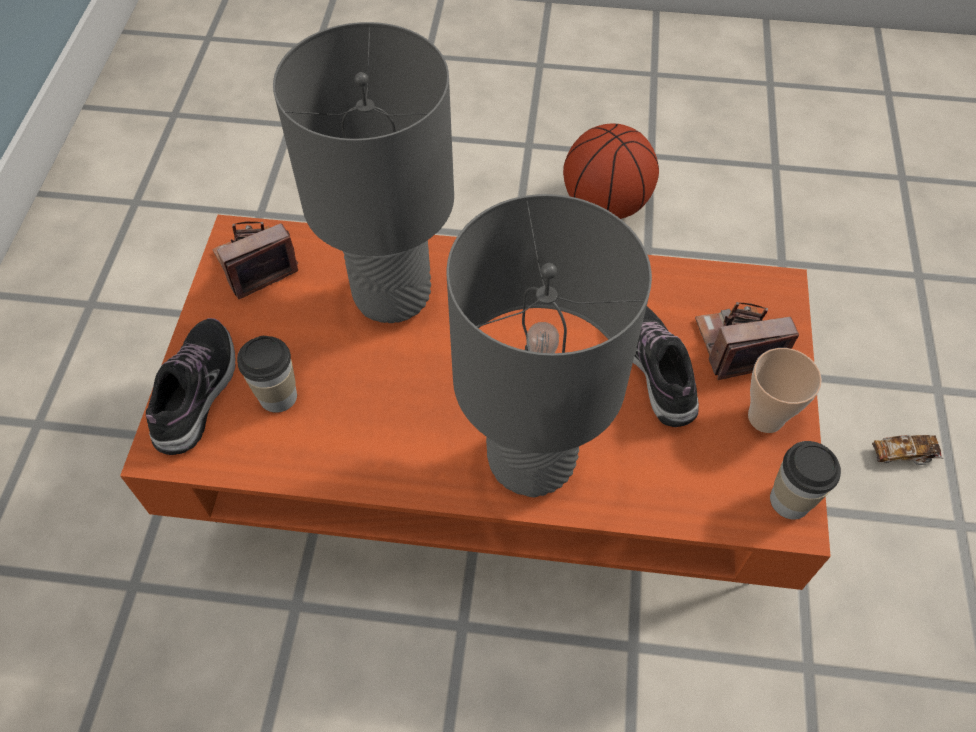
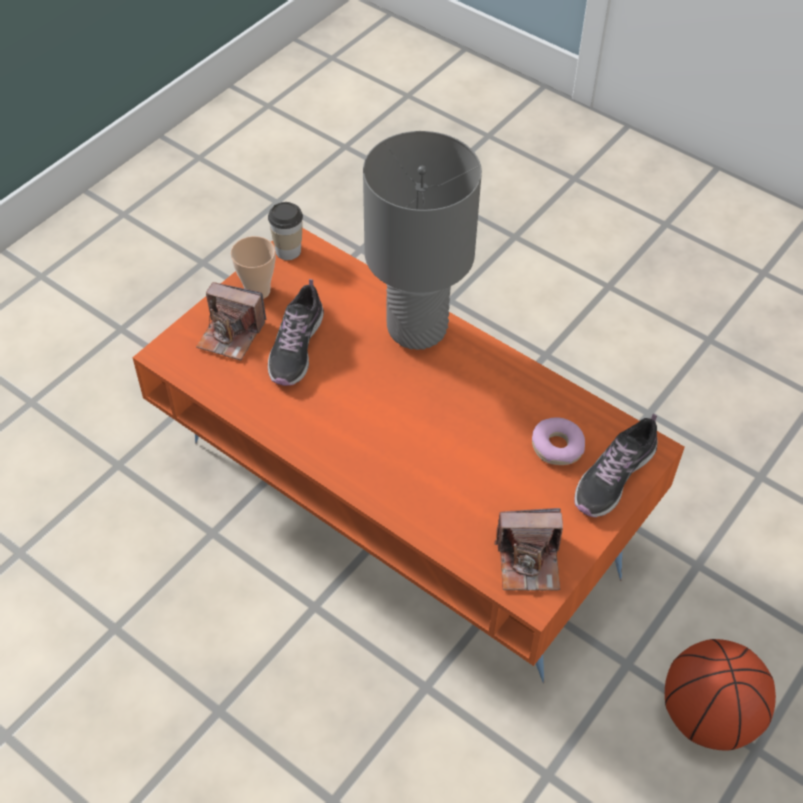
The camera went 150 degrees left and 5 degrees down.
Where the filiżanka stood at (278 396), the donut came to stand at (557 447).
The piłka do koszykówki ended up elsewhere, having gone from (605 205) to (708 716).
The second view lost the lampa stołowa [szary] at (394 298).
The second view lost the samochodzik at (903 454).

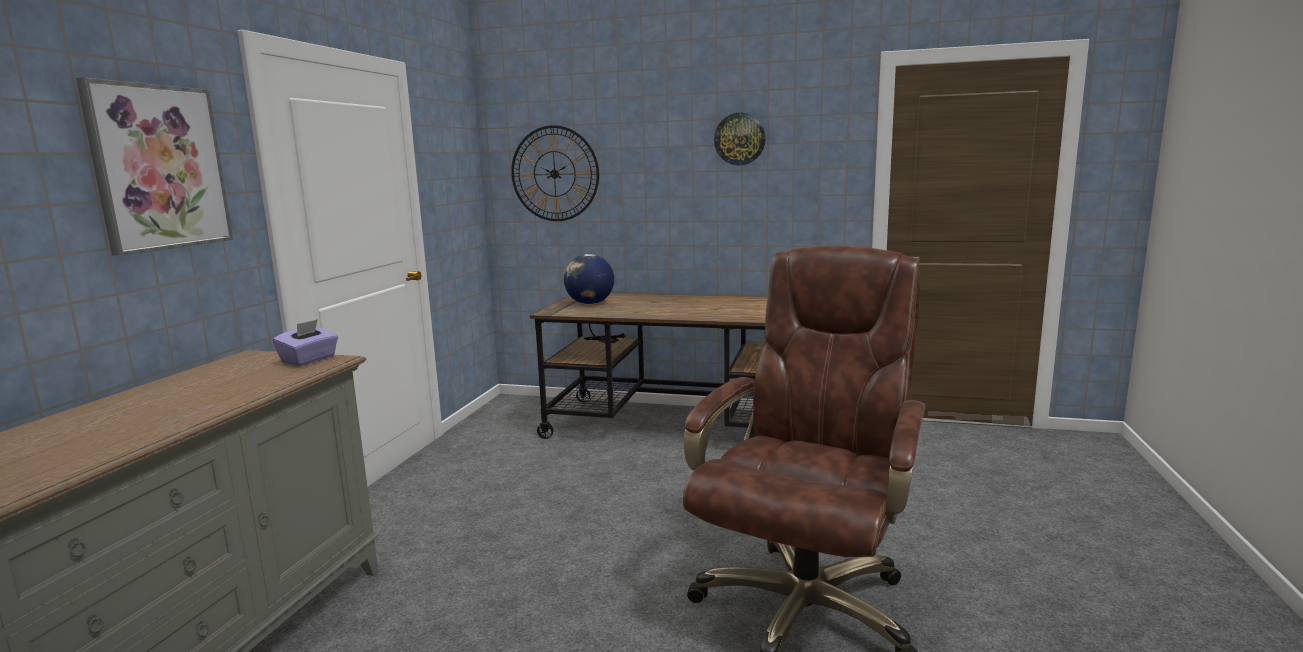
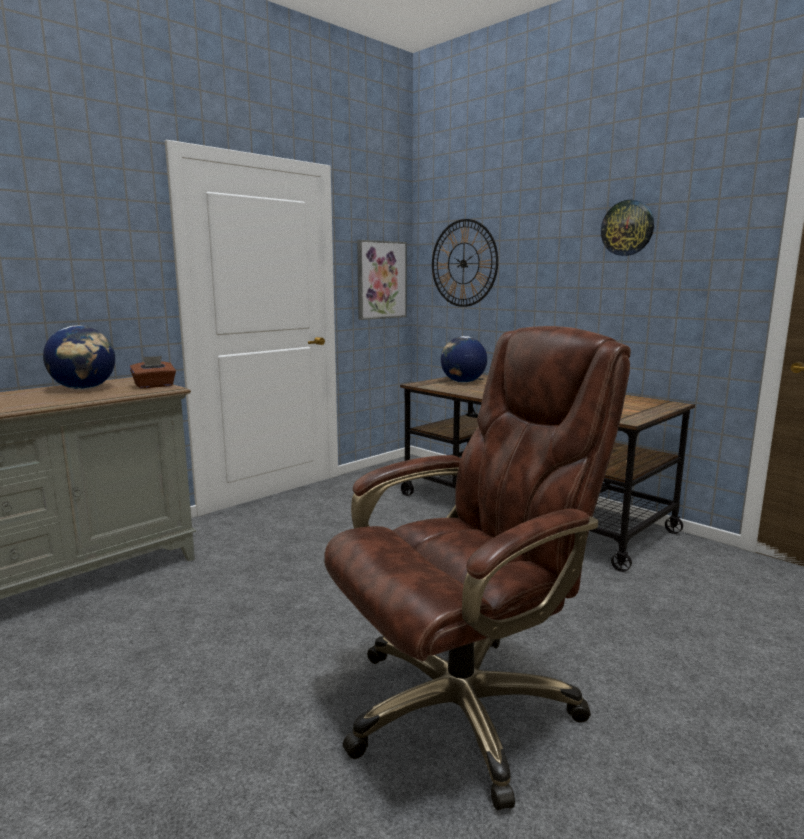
The camera went 30 degrees right and 0 degrees up.
The second view gained the globus at (84 389).
What was the pudełko chusteczek [fioletowy] at (309 360) turned into the pudełko chusteczek [brązowy] at (154 386).
The obraz ended up elsewhere, having gone from (158 167) to (381 280).

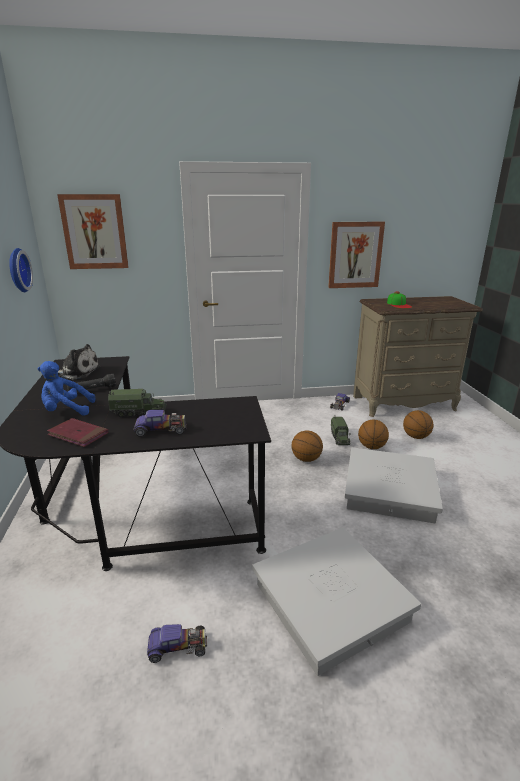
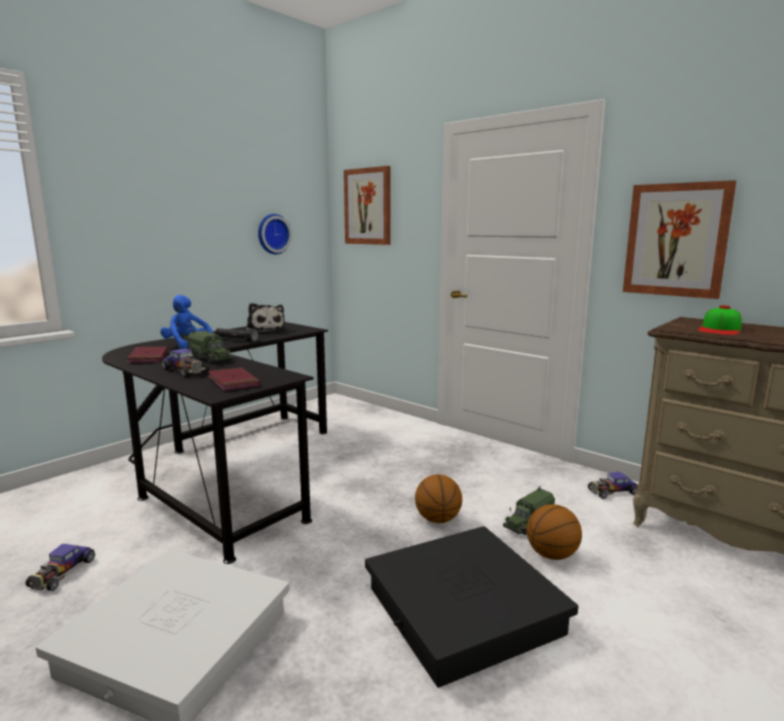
The camera went 50 degrees right and 10 degrees down.
The samochodzik at (178 646) ended up facing another way, 60 degrees clockwise from before.
The second view gained the książka [czerwony] at (233 382).
What was the pojemnik do przechowywania [biały] at (389 490) turned into the pojemnik do przechowywania [czarny] at (463 609).
The second view lost the piłka do koszykówki at (416 436).

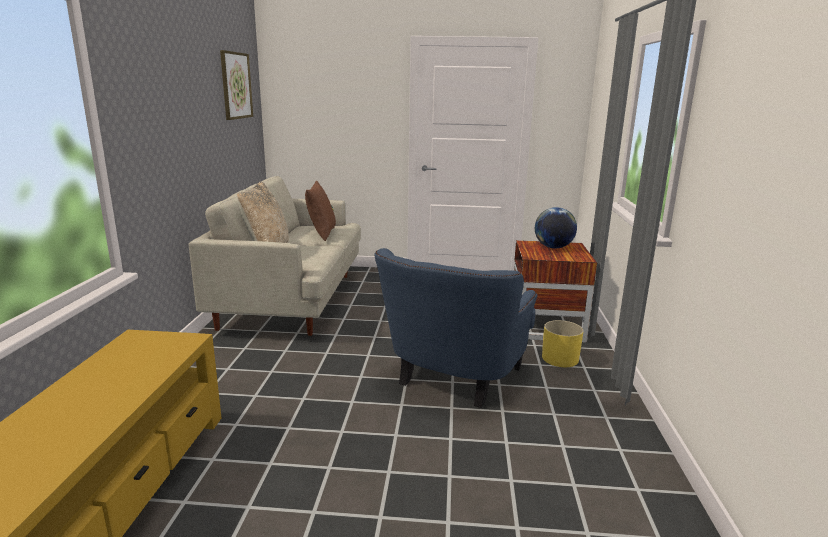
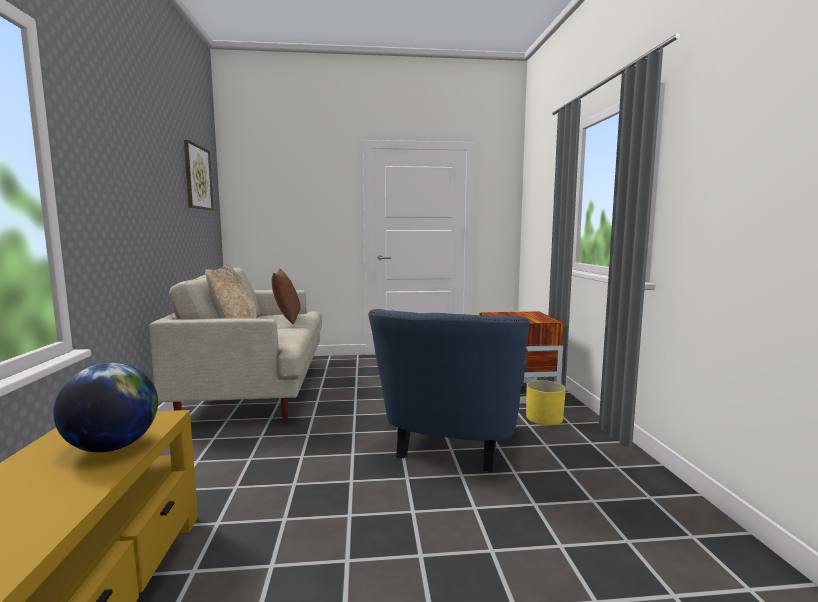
The camera went 10 degrees left and 10 degrees down.
The globus ended up elsewhere, having gone from (553 247) to (112 447).

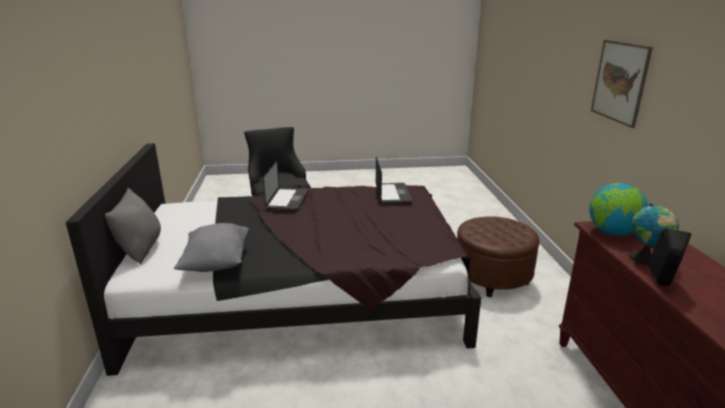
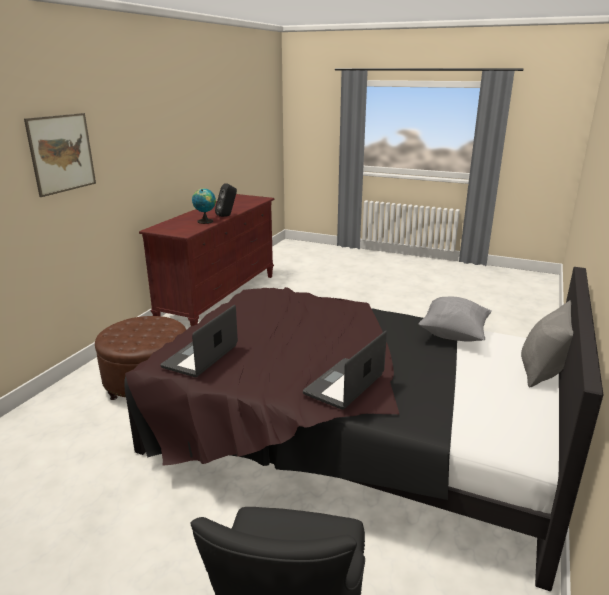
The camera went 150 degrees left and 0 degrees up.
The second view lost the globus at (612 232).

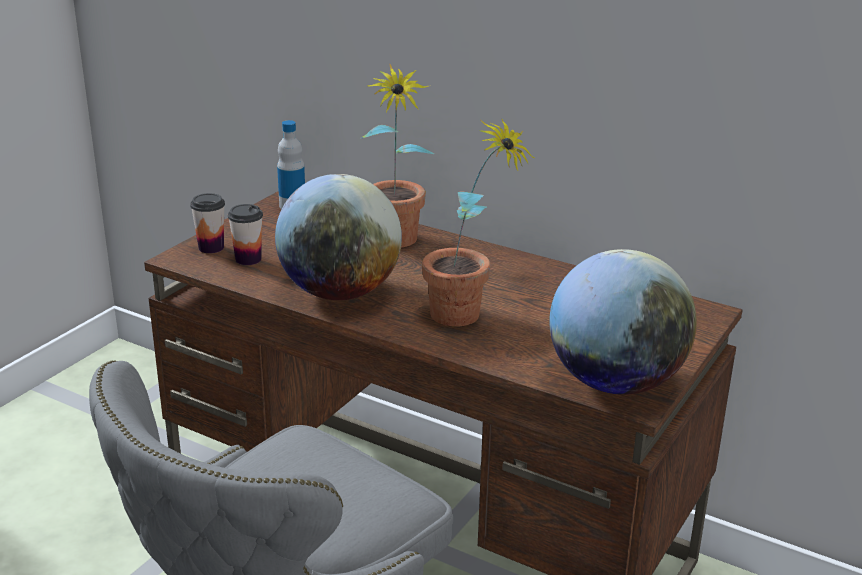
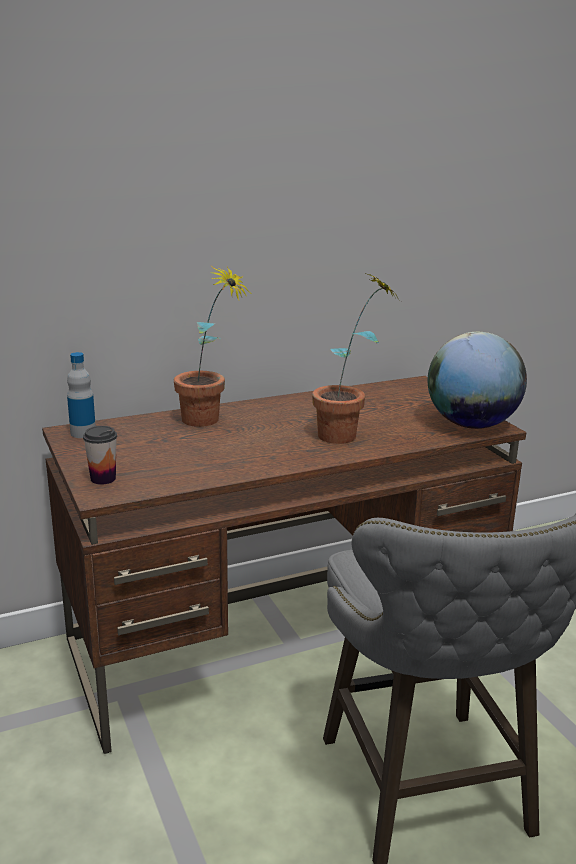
The camera went 55 degrees left and 5 degrees down.
The second view lost the filiżanka at (248 259).
The second view lost the globus at (340 292).

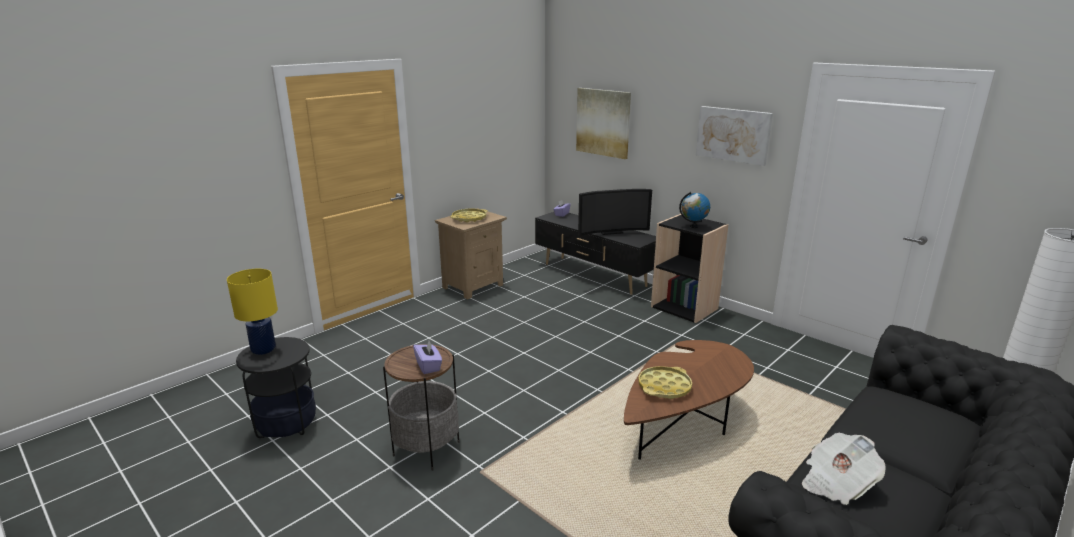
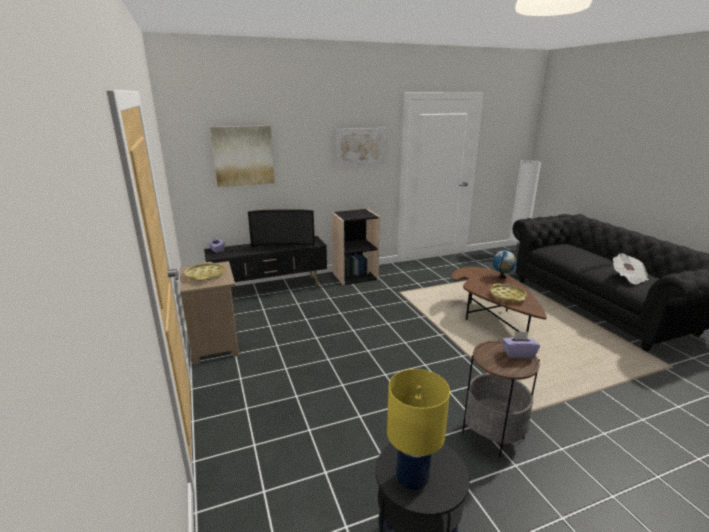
The camera went 65 degrees left and 0 degrees up.
The telewizor at (610 232) ended up facing another way, 75 degrees clockwise from before.
The globus ended up elsewhere, having gone from (693 226) to (502 277).

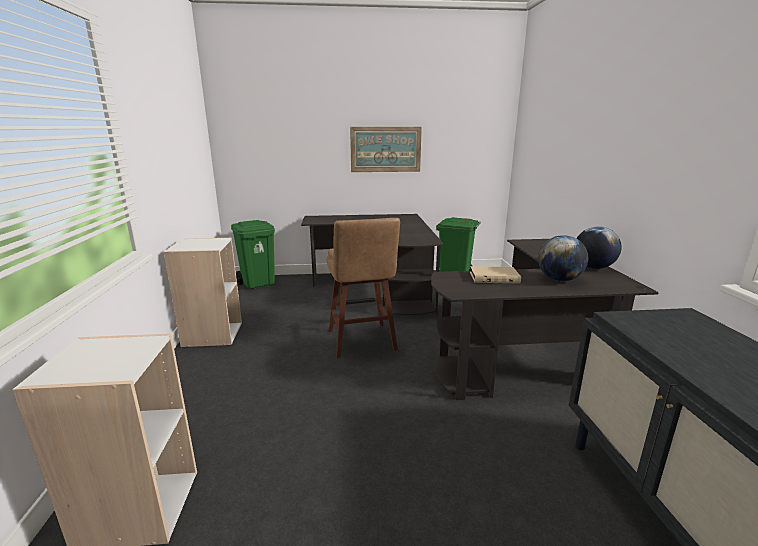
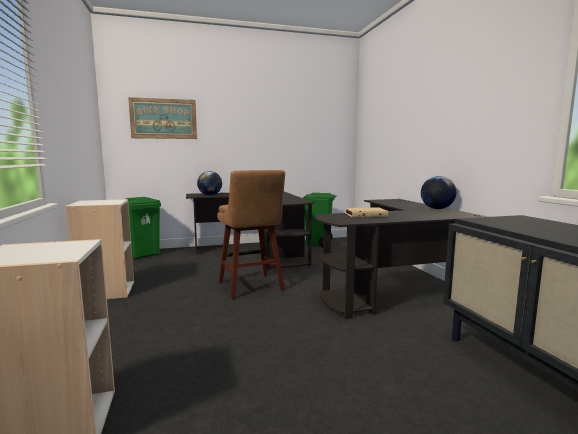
The camera went 10 degrees left and 10 degrees down.
The obraz ended up elsewhere, having gone from (385 149) to (163 119).
The globus ended up elsewhere, having gone from (559 279) to (210 195).

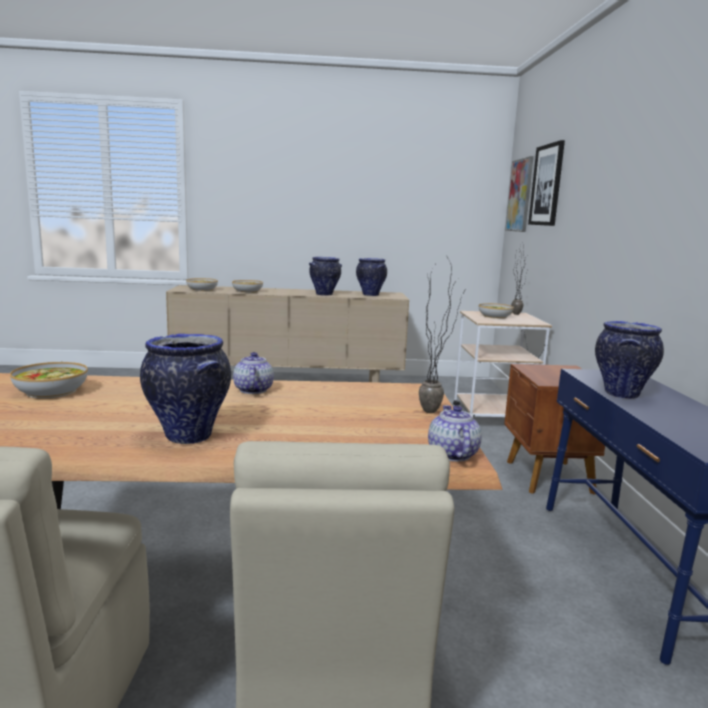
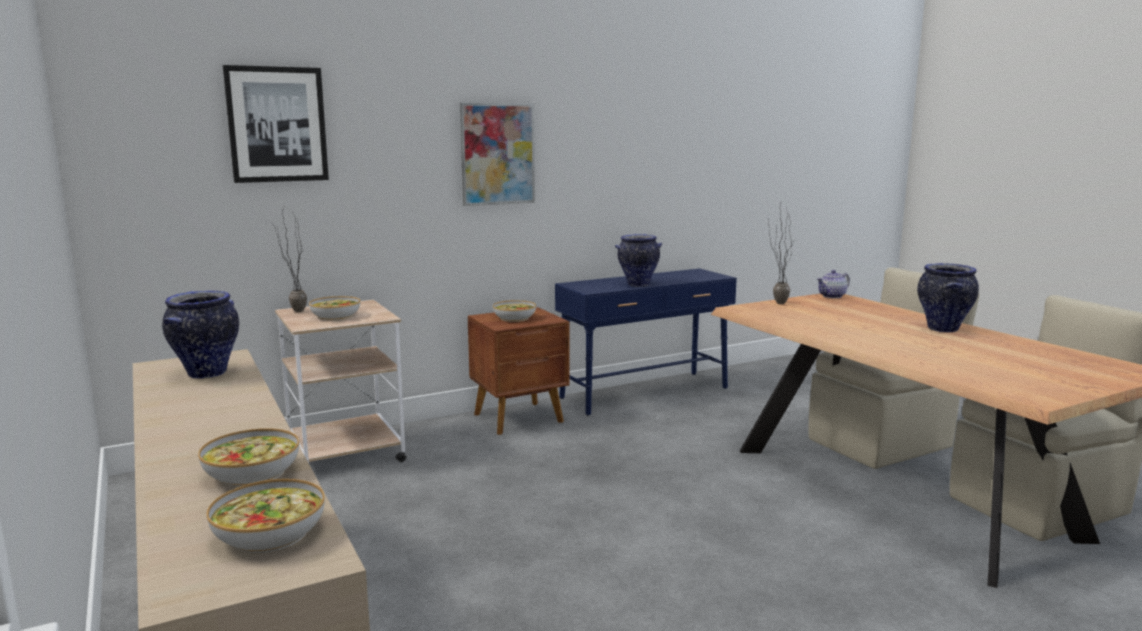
The camera went 115 degrees left and 0 degrees up.
The obraz ended up elsewhere, having gone from (520 195) to (497 154).
The miska ended up elsewhere, having gone from (51 391) to (514 318).
The second view lost the imbryk at (252 390).
The second view lost the wazon at (324 294).

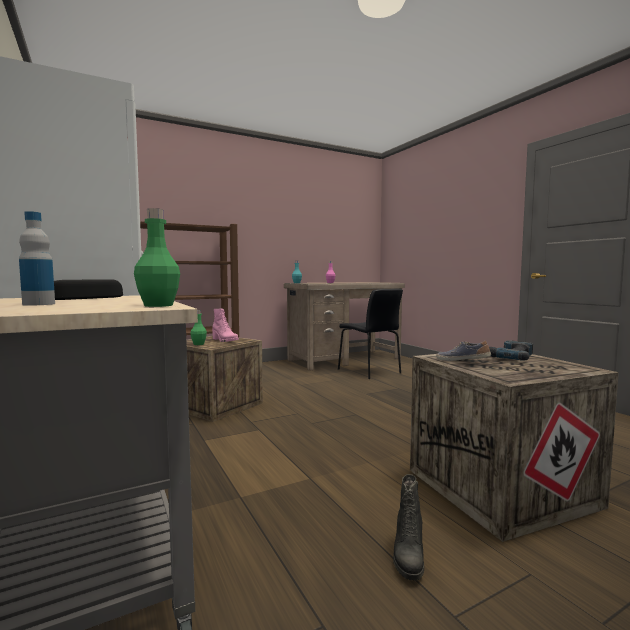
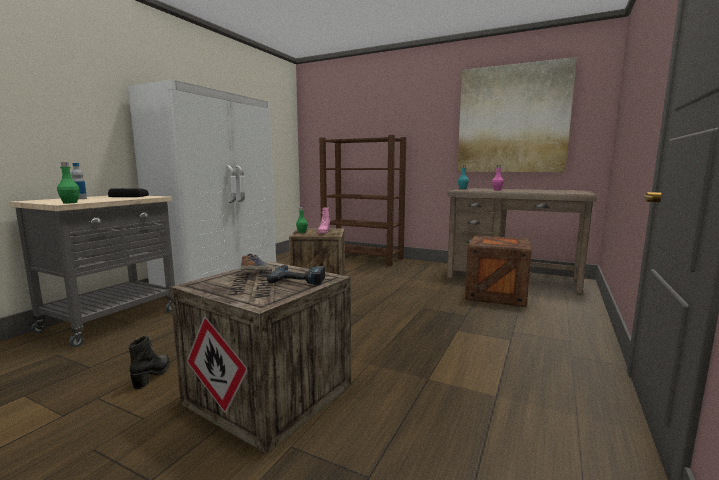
The camera went 55 degrees right and 5 degrees up.
The but z cholewką [czarny] at (407 555) ended up facing another way, 120 degrees clockwise from before.
The second view gained the obraz at (512 119).
Where the krzesło [czarny] stood at (370 371), the skrzynka came to stand at (496 295).

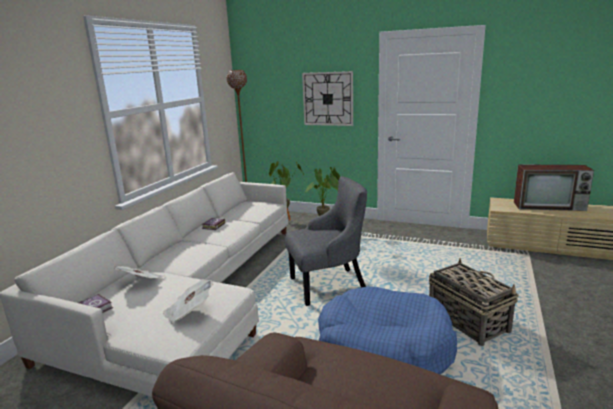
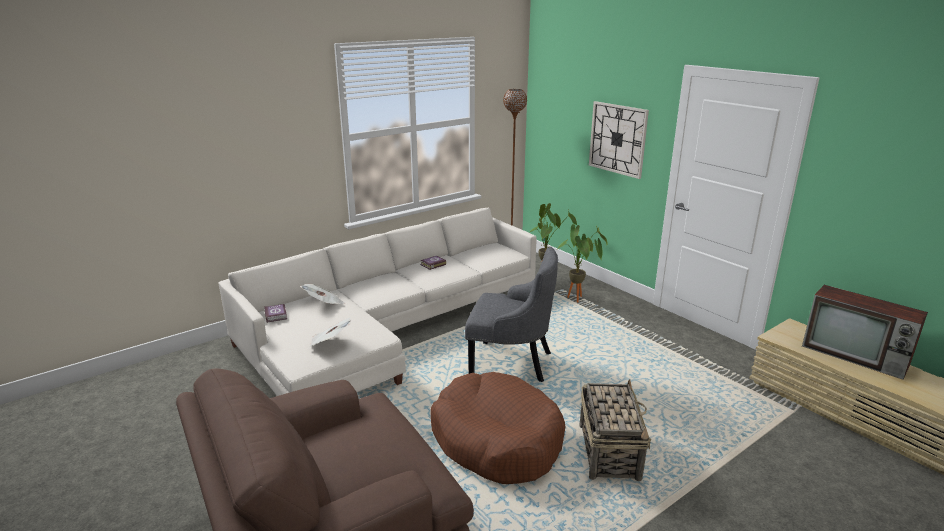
The camera went 30 degrees right and 5 degrees up.
What was the legowisko [niebieski] at (384 347) turned into the legowisko [brązowy] at (496 440).

